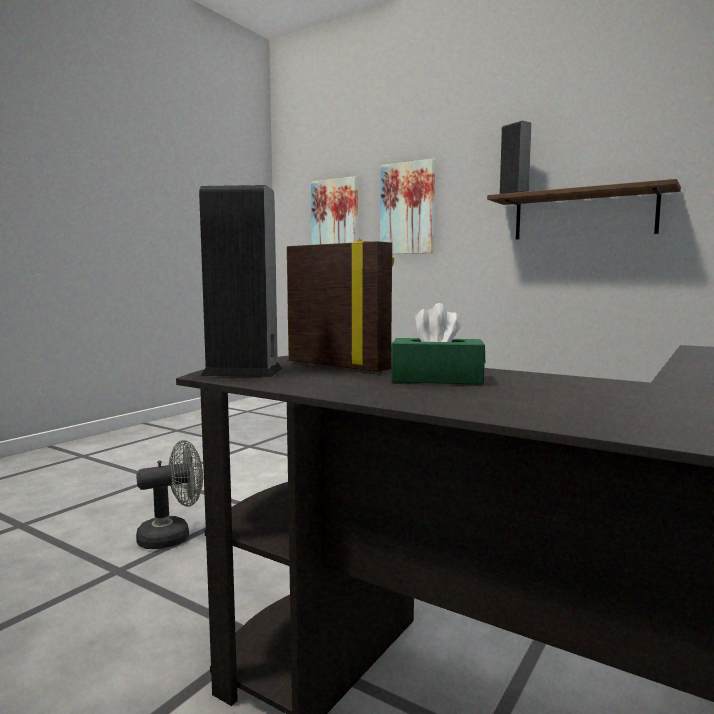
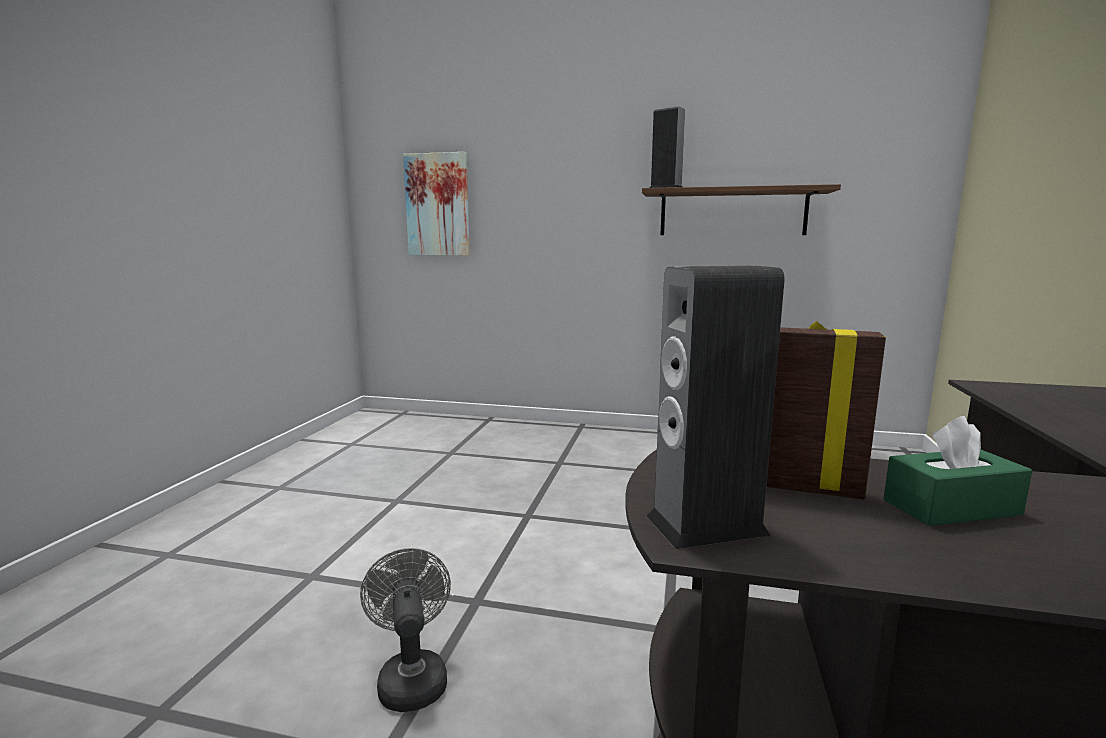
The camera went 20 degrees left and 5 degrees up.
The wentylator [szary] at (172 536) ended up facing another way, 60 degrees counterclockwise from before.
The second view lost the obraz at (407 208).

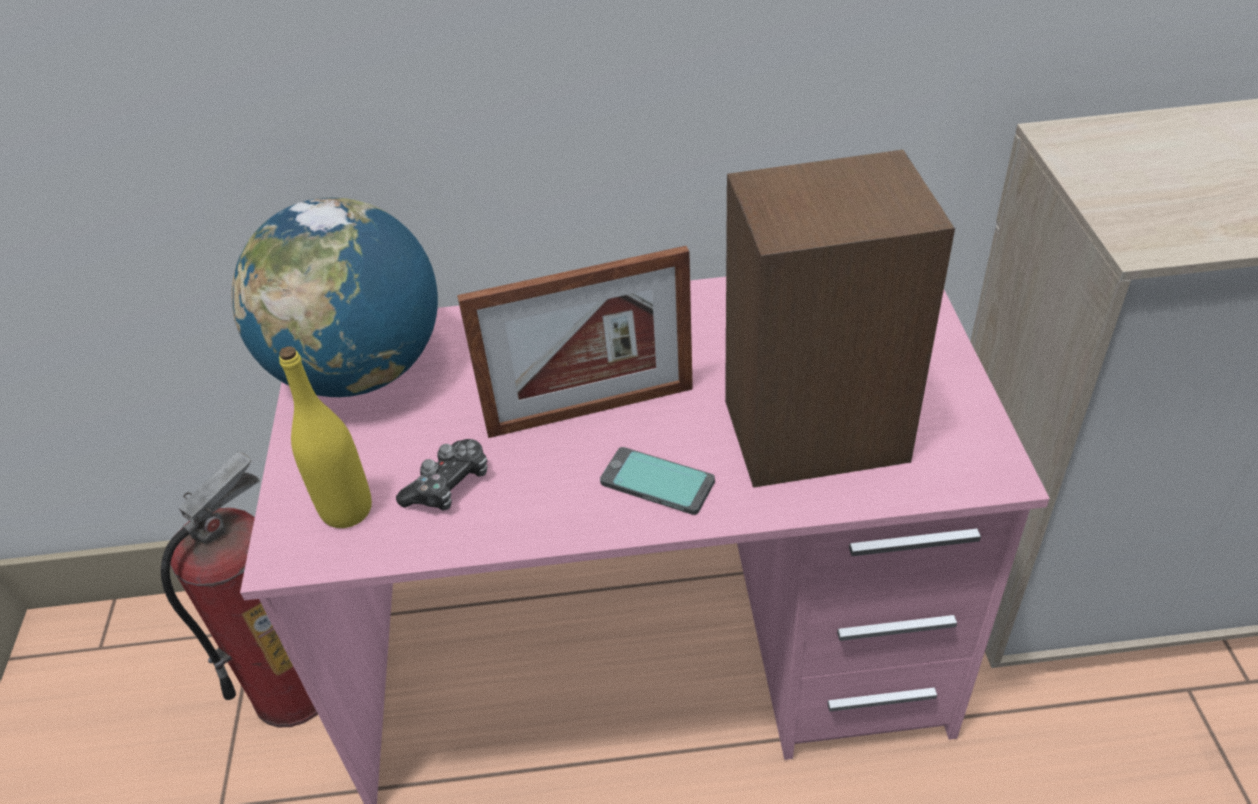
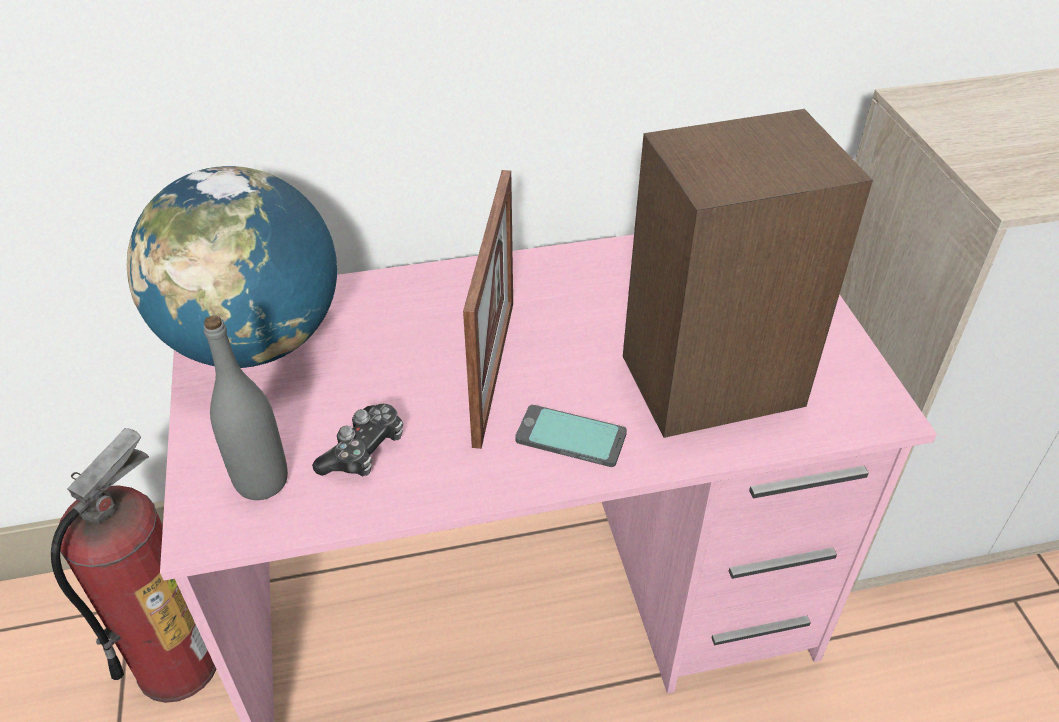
The camera went 10 degrees left and 0 degrees up.
What was the butelka [żółty] at (346 510) turned into the butelka [szary] at (261 481).
The ramka na zdjęcie at (591 410) ended up facing another way, 60 degrees counterclockwise from before.

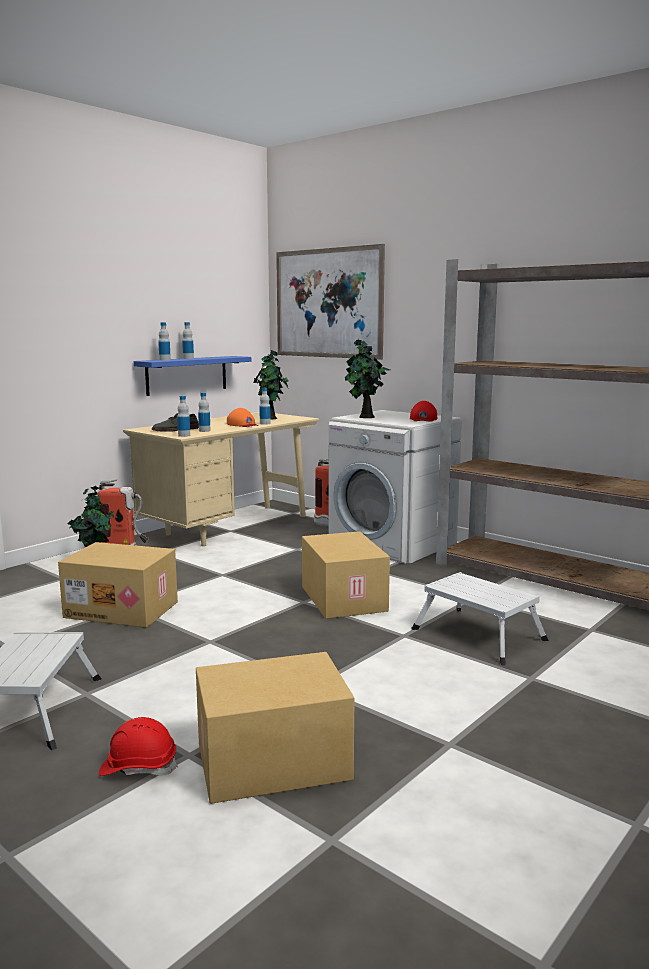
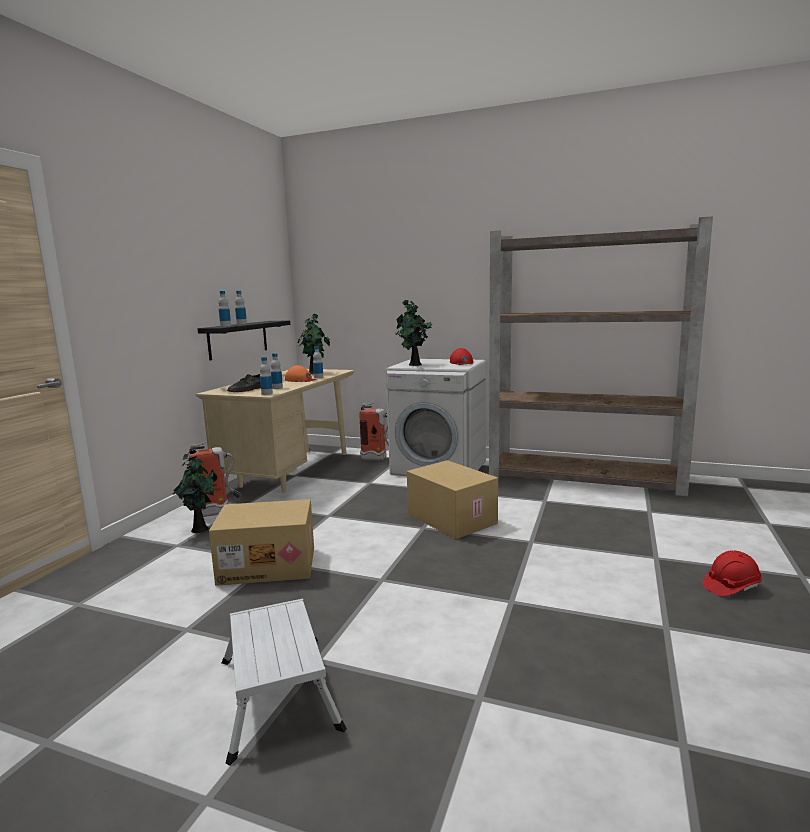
The camera went 20 degrees left and 0 degrees up.
What was the półka [niebieski] at (187 375) turned into the półka [czarny] at (238 339).
The kask [czerwony] ended up elsewhere, having gone from (138 767) to (731 587).
The second view lost the karton at (272 763).
The second view lost the obraz at (328 303).
The second view lost the drabinka [biały] at (479 634).

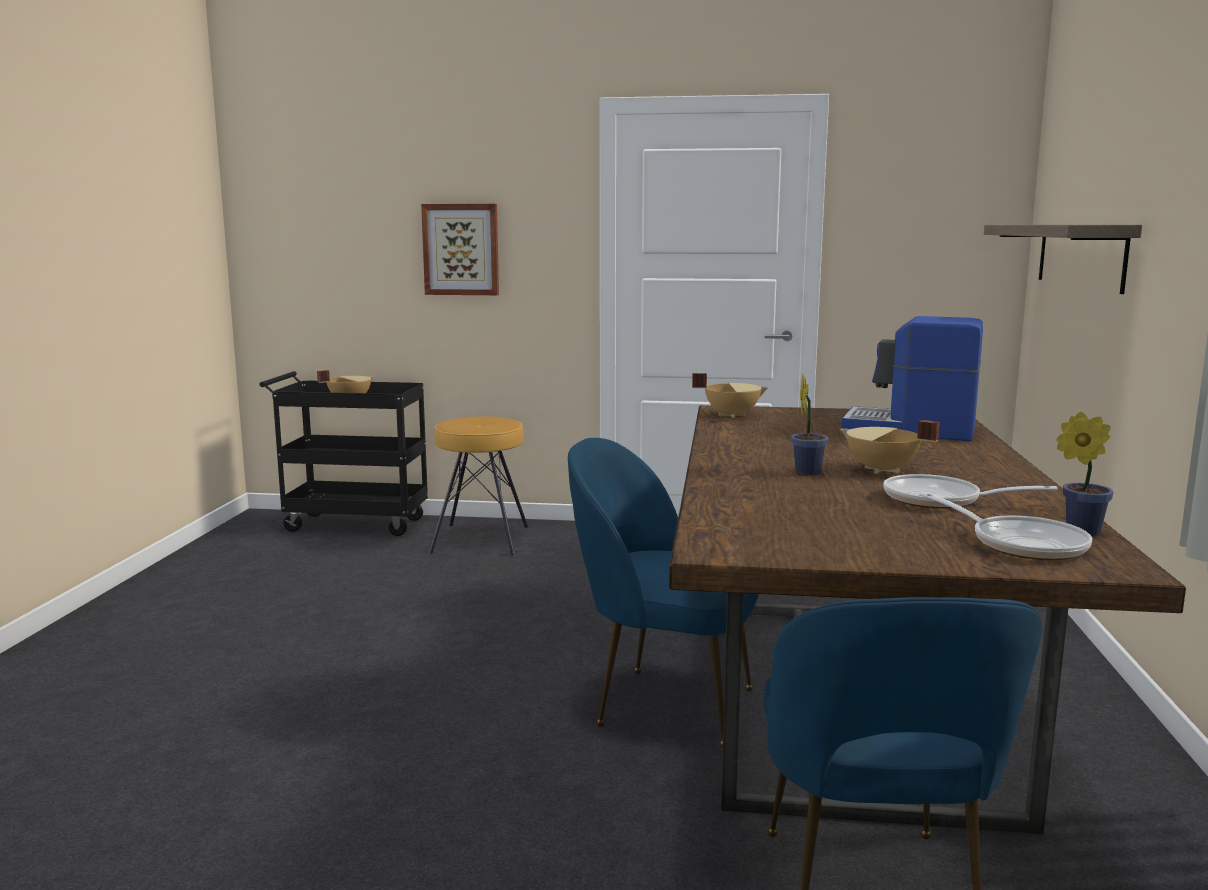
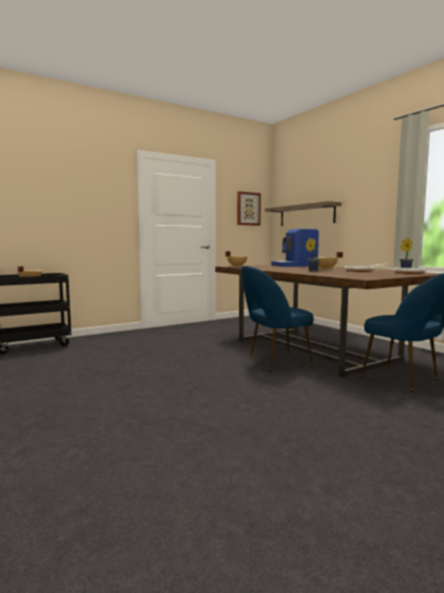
The camera went 40 degrees left and 5 degrees down.
The obraz ended up elsewhere, having gone from (461 249) to (248 209).
The second view lost the stołek [brązowy] at (481 539).

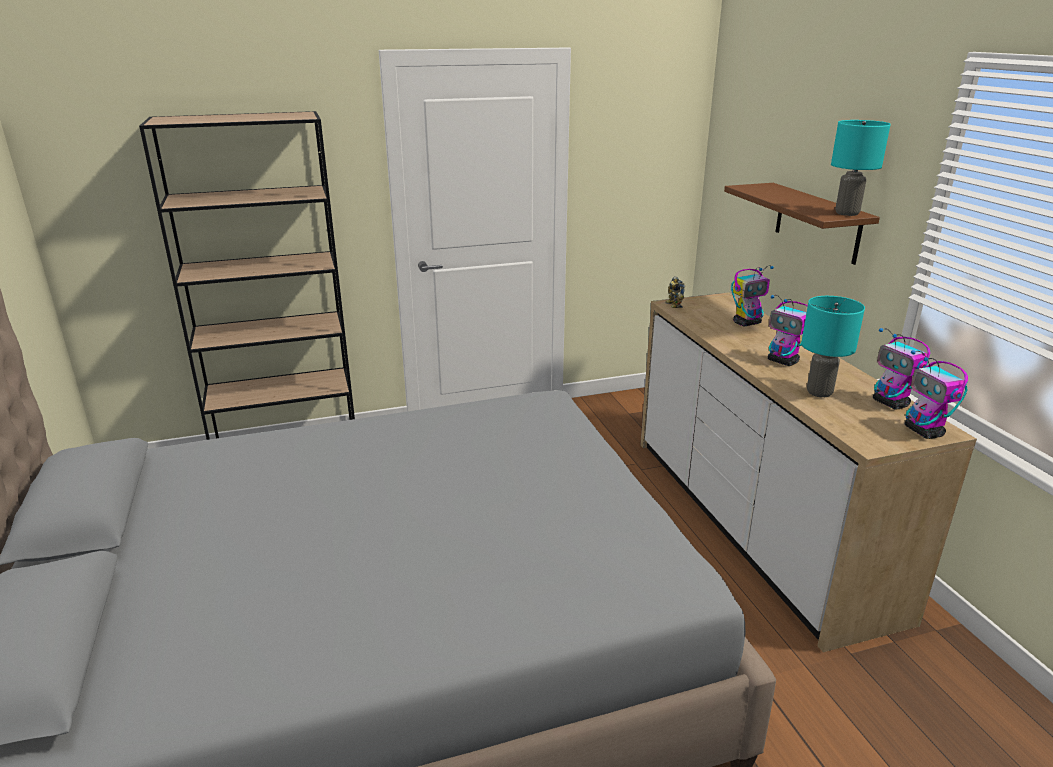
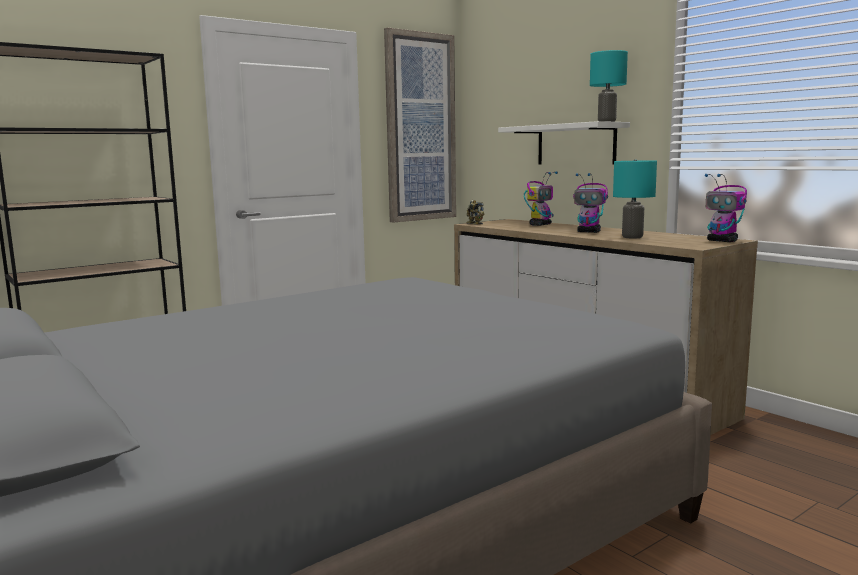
The camera went 20 degrees left and 15 degrees down.
The second view gained the obraz at (420 128).
What was the półka [brązowy] at (817 222) turned into the półka [biały] at (576 144).
The second view lost the robot zabawkowy at (891 403).

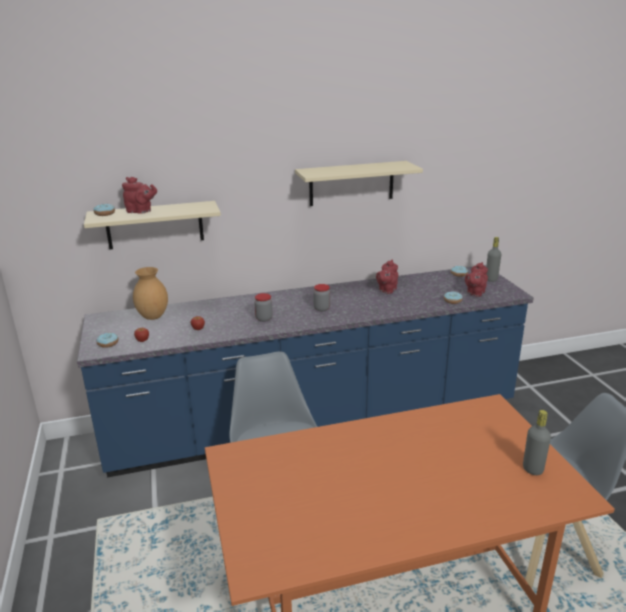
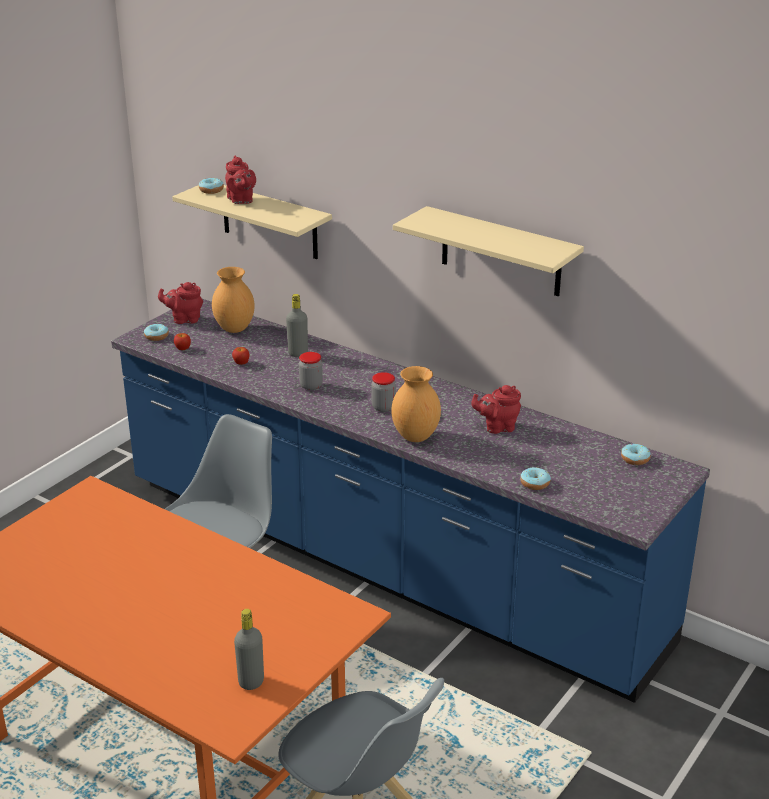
The camera went 50 degrees right and 5 degrees up.
The imbryk [czerwony] ended up elsewhere, having gone from (475 293) to (184 319).
The butelka [szary] ended up elsewhere, having gone from (491 279) to (298 353).
The second view gained the wazon [brązowy] at (415 436).

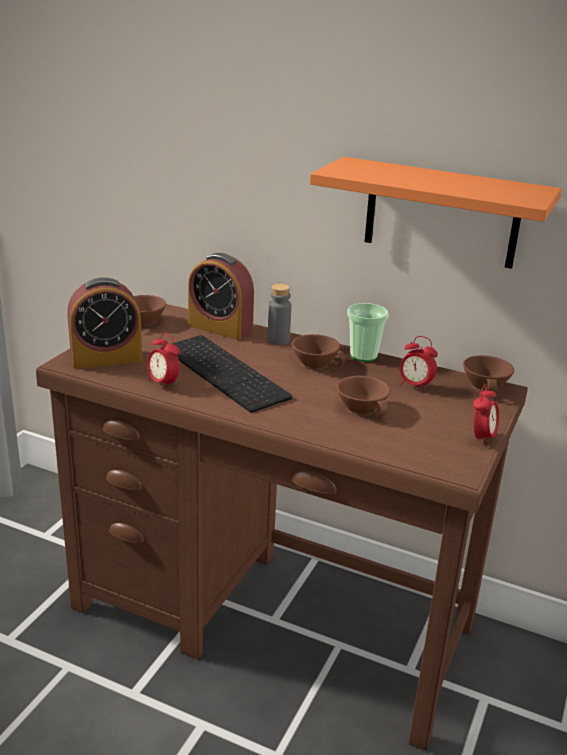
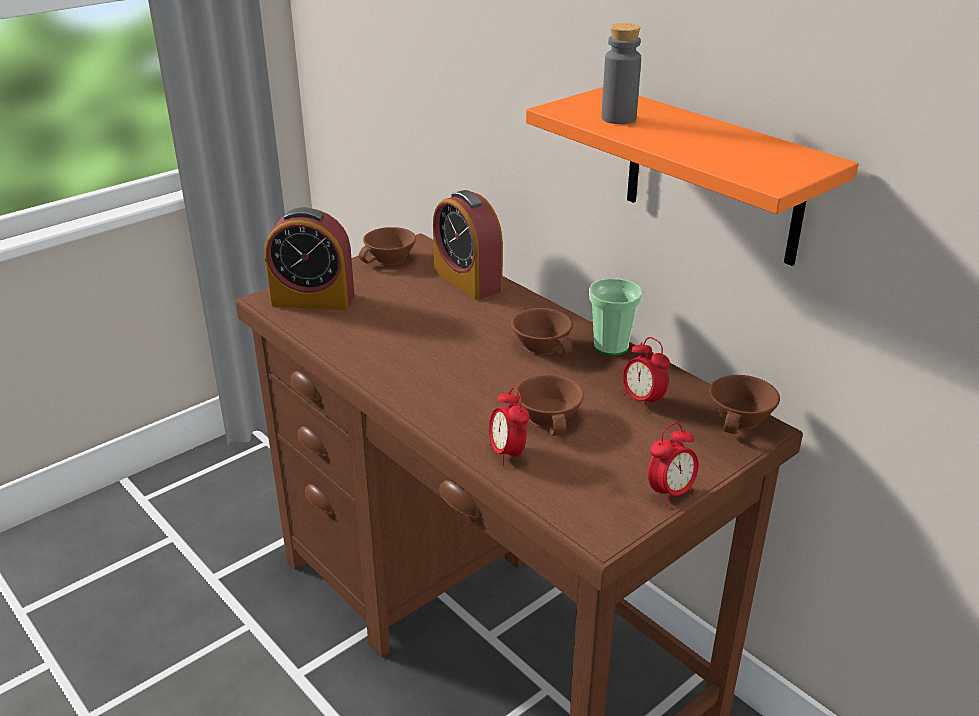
The camera went 25 degrees right and 5 degrees up.
The budzik ended up elsewhere, having gone from (163 384) to (507 453).
The butelka [szary] ended up elsewhere, having gone from (278 340) to (618 118).
The second view lost the klawiatura at (227 372).

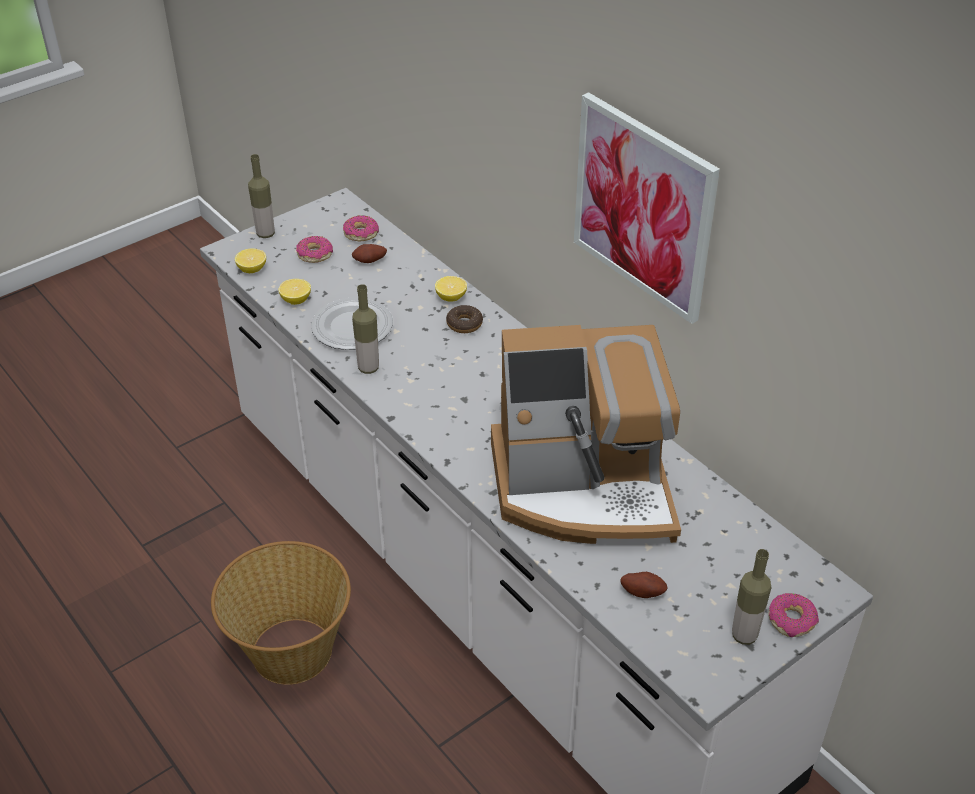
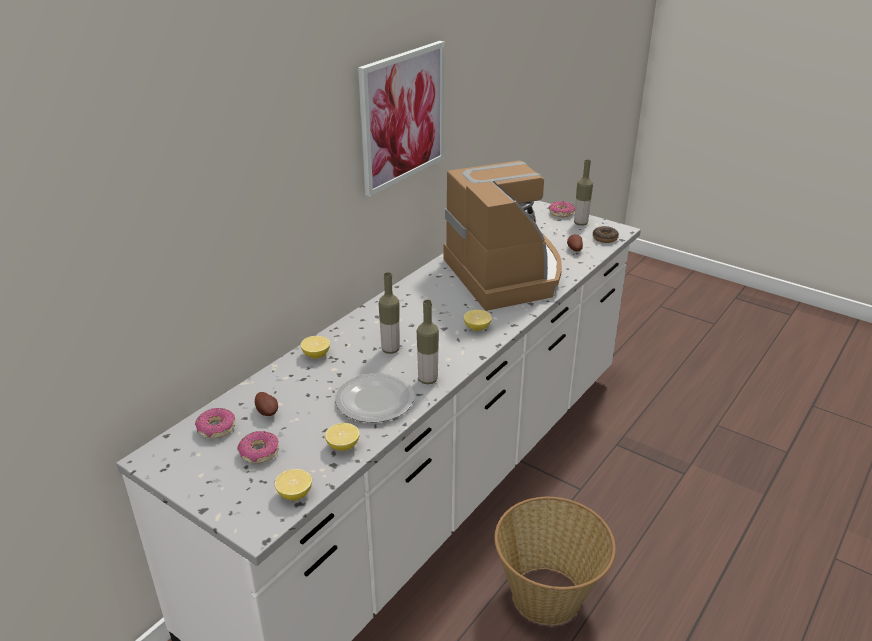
The camera went 105 degrees left and 10 degrees down.
The butelka ended up elsewhere, having gone from (265 234) to (390 349).
The second view gained the cytryna at (477 328).
The donut ended up elsewhere, having gone from (464 324) to (605 238).

